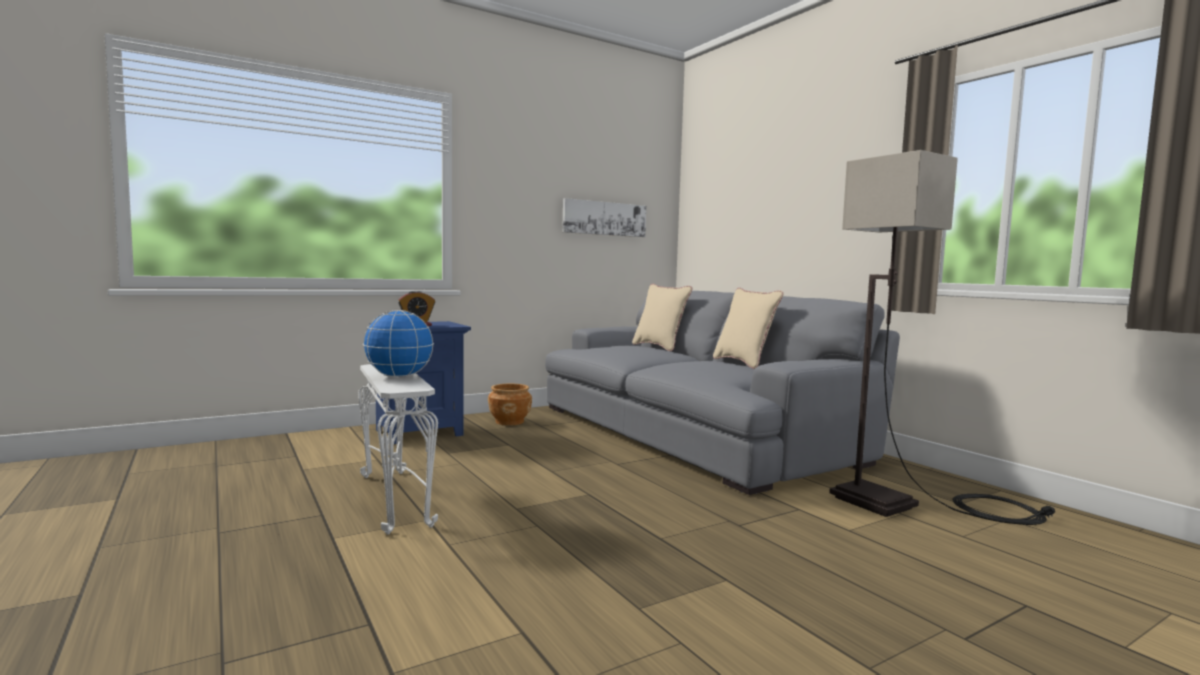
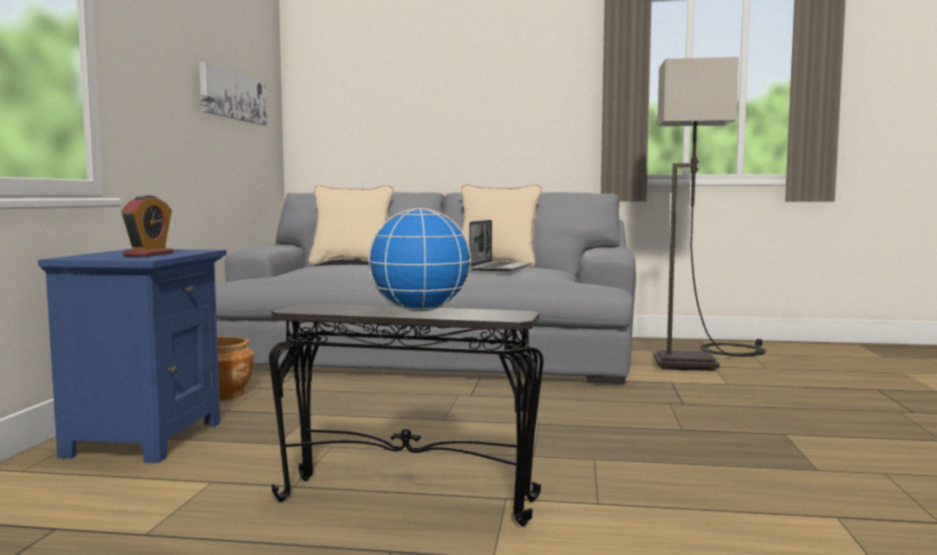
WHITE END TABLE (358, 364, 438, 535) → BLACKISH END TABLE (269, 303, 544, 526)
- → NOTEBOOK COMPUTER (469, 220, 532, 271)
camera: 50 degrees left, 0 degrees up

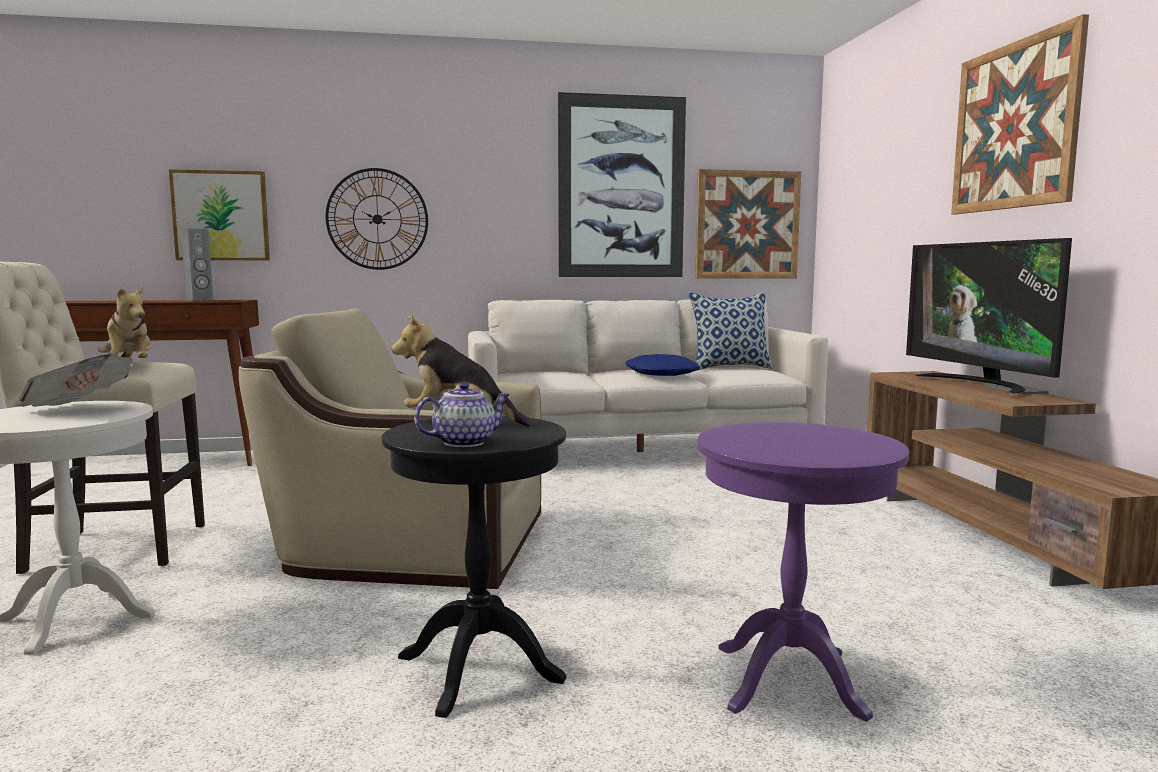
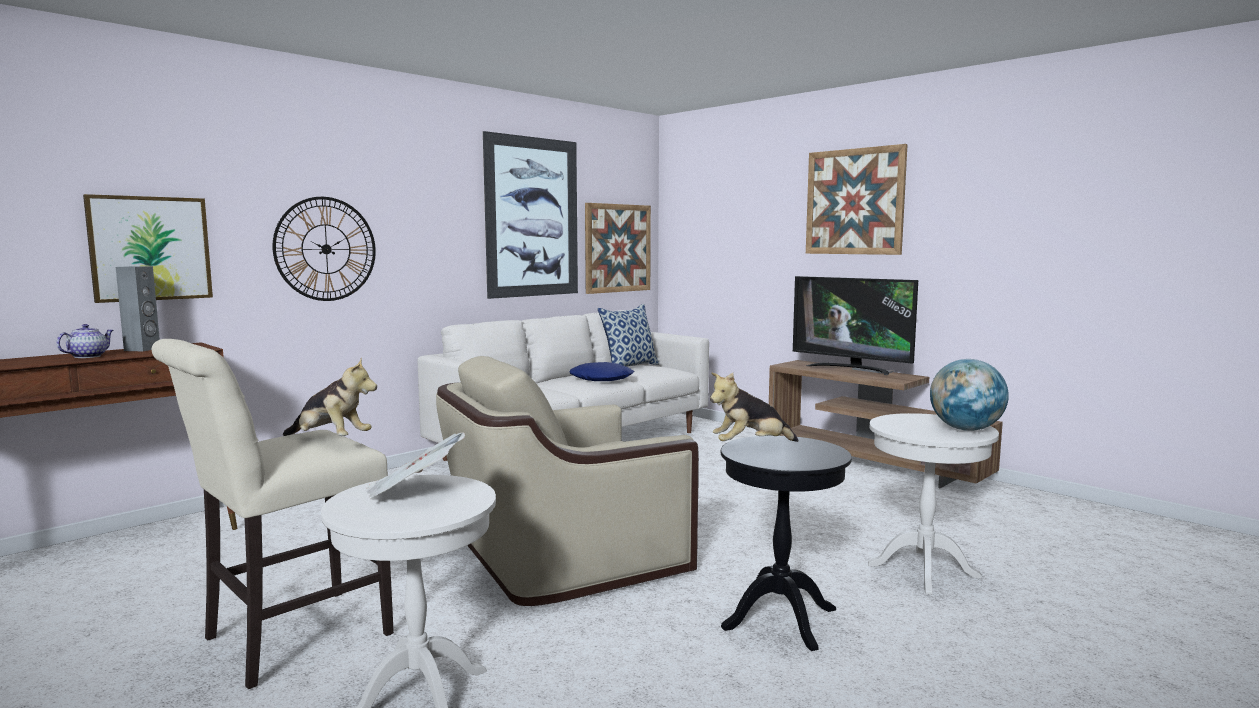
TEAPOT (414, 382, 510, 447) → TEAPOT (56, 324, 113, 358), shifted
PURPLE-COLOURED END TABLE (698, 422, 909, 722) → WHITE END TABLE (868, 413, 999, 595)
- → GLOBE (930, 359, 1009, 431)
camera: 35 degrees left, 0 degrees up

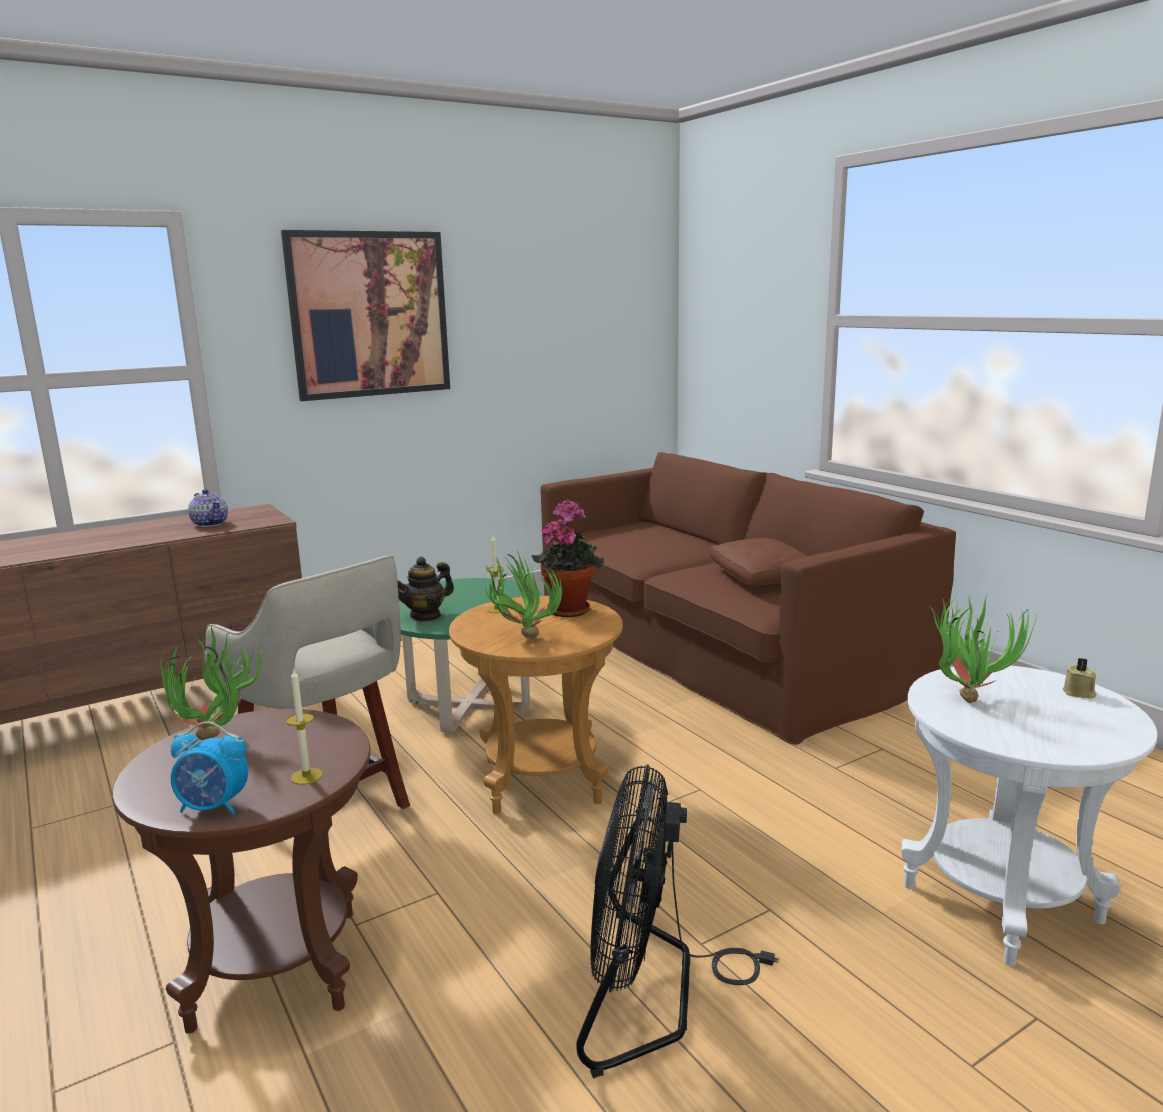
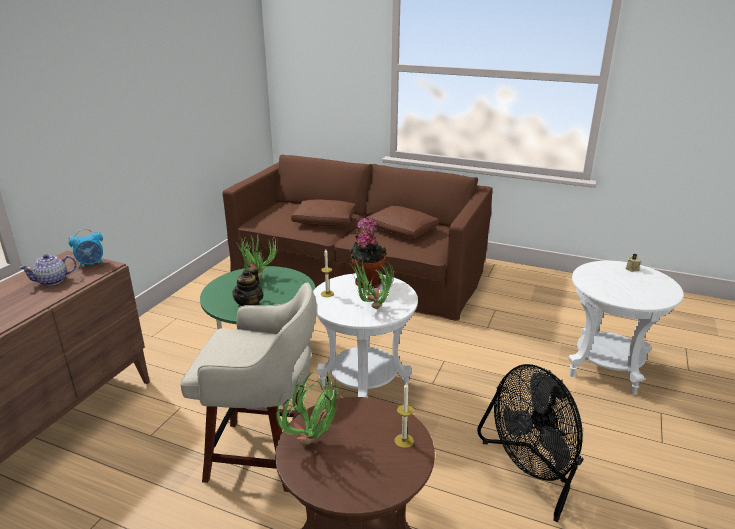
PICTURE (281, 230, 450, 401) → -
TEAPOT (188, 489, 228, 527) → TEAPOT (19, 254, 76, 286), 135 degrees clockwise
HOUSEPLANT (929, 592, 1037, 703) → HOUSEPLANT (237, 234, 278, 280), shifted
BROWN END TABLE (449, 596, 623, 815) → WHITE END TABLE (313, 273, 418, 397)
ALARM CLOCK (171, 721, 248, 815) → ALARM CLOCK (69, 229, 104, 269), shifted
- → BROWN PILLOW (291, 199, 356, 226)
camera: 35 degrees left, 10 degrees up

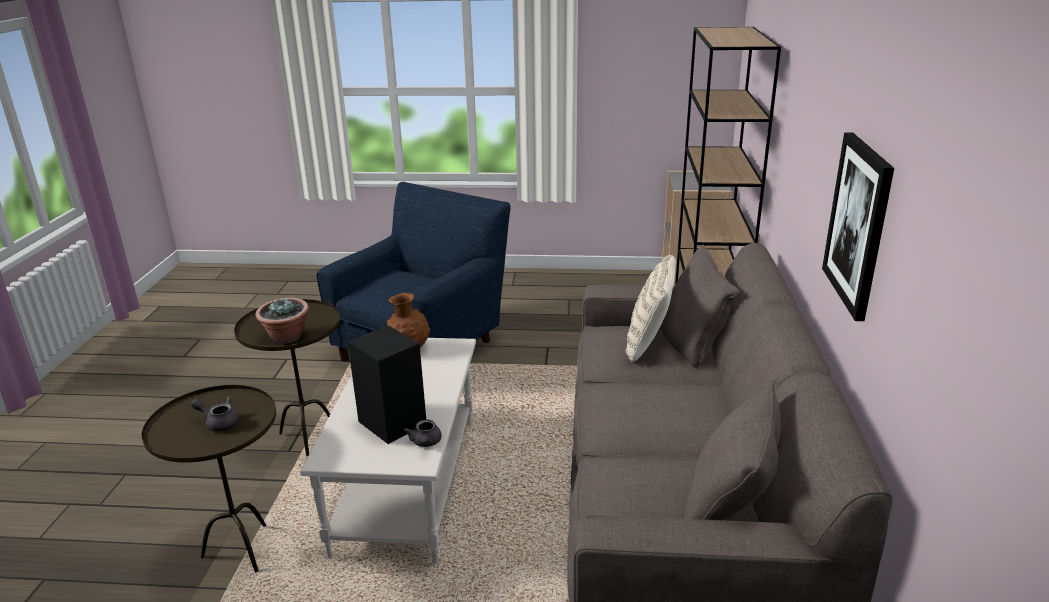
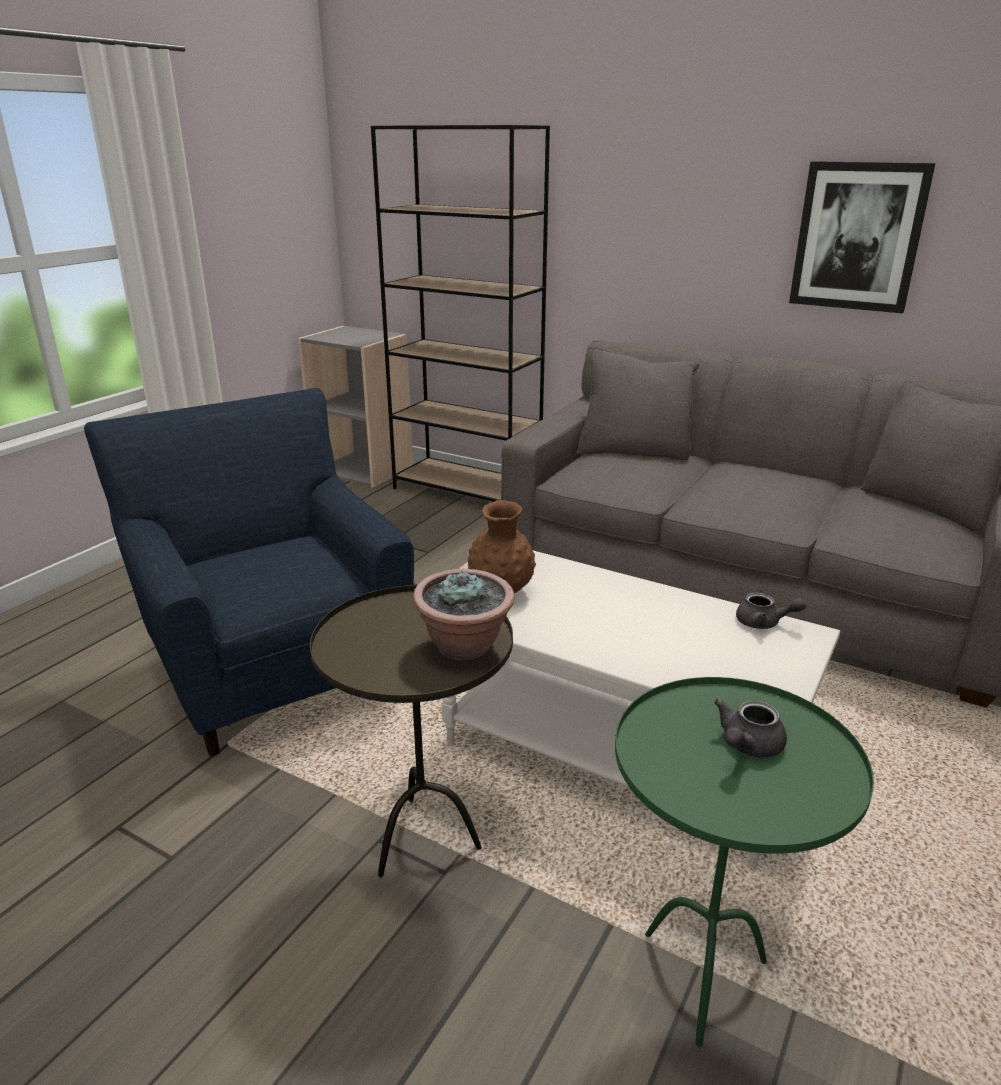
BEIGE PILLOW (625, 255, 676, 362) → -
BLACKISH LOUDSPEAKER (348, 325, 426, 444) → -
BROWN END TABLE (142, 385, 276, 572) → GREENISH END TABLE (615, 677, 874, 1047)
camera: 65 degrees left, 0 degrees up

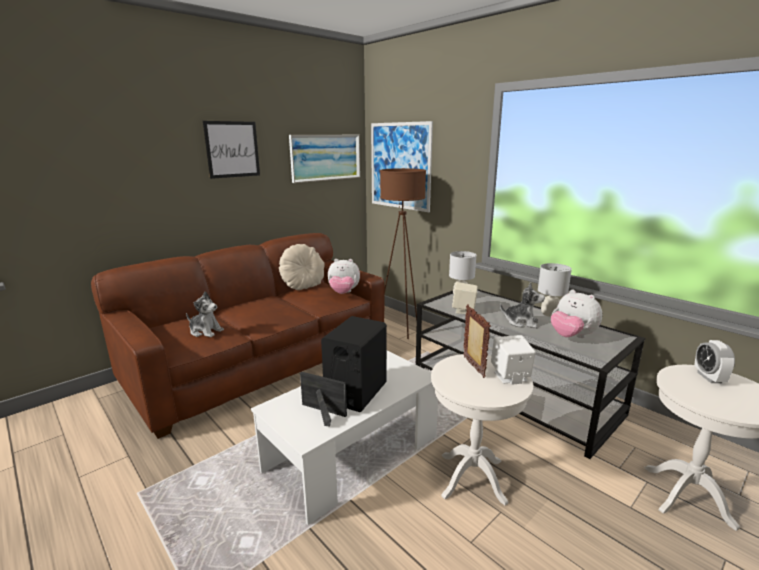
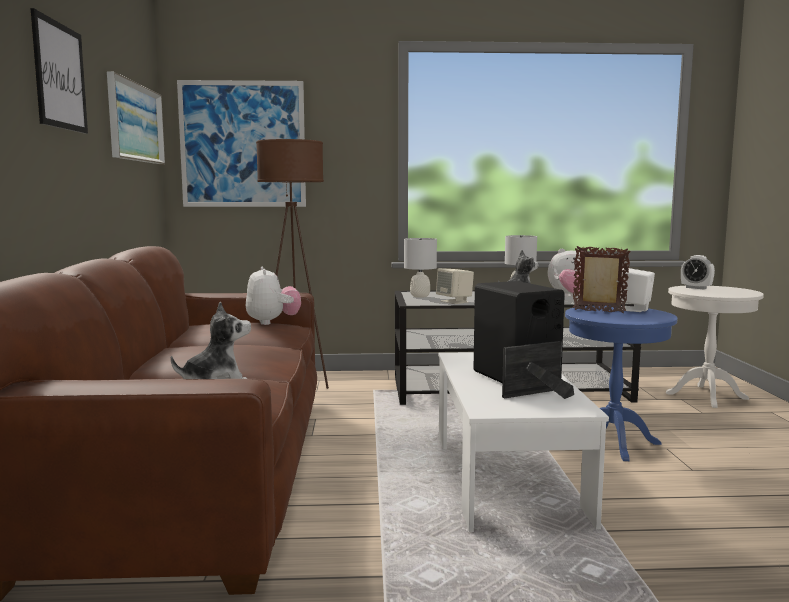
BEIGE PILLOW (279, 244, 325, 290) → -
PLUSH TOY (328, 259, 360, 294) → PLUSH TOY (246, 267, 301, 325), 60 degrees counterclockwise
WHITE END TABLE (431, 354, 534, 506) → BLUE-COLOURED END TABLE (565, 305, 678, 461)
camera: 50 degrees left, 10 degrees down

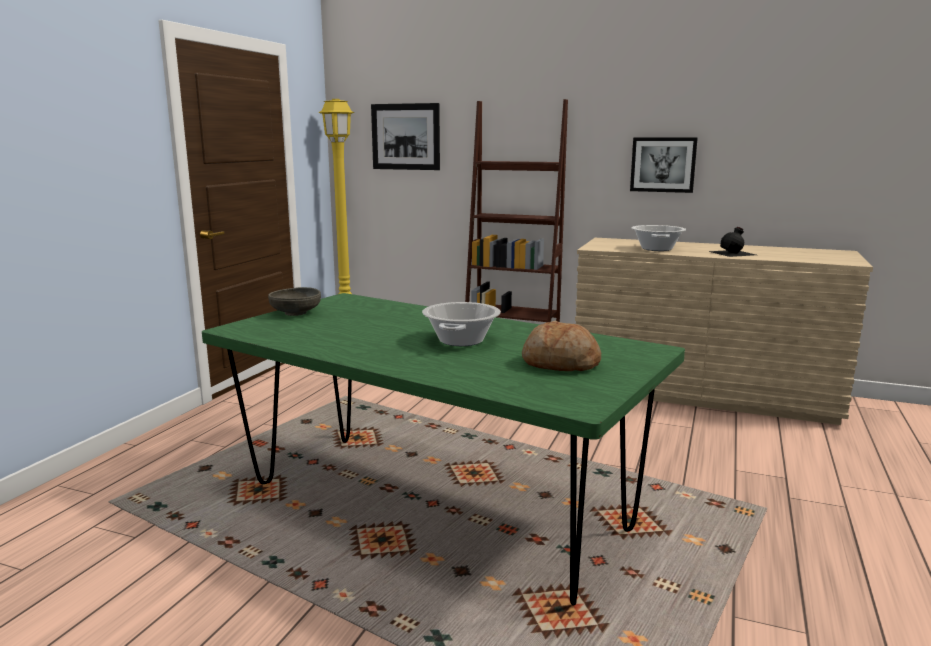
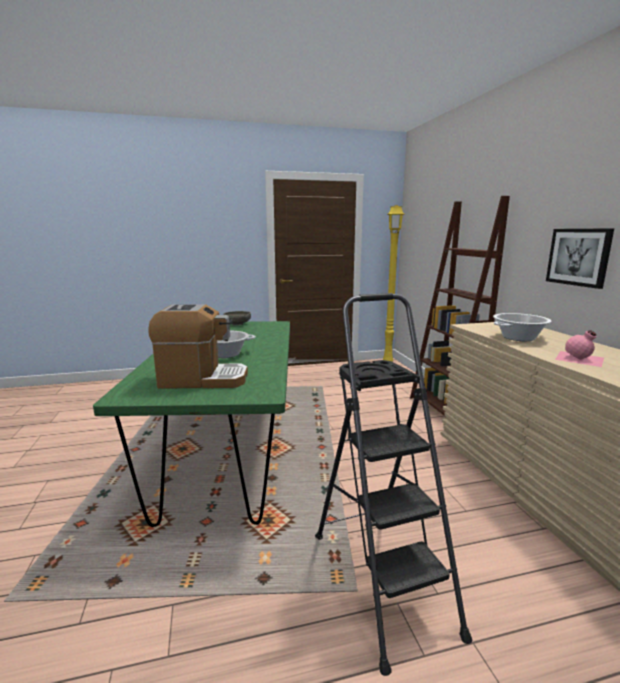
PICTURE (371, 103, 440, 170) → -
BLACKISH BOTTLE (708, 227, 756, 257) → PINK-COLOURED BOTTLE (555, 330, 604, 367)
BREAD (522, 320, 601, 371) → COFFEE MAKER (148, 304, 248, 389)
- → STEP STOOL (315, 293, 472, 676)
camera: 55 degrees right, 0 degrees up

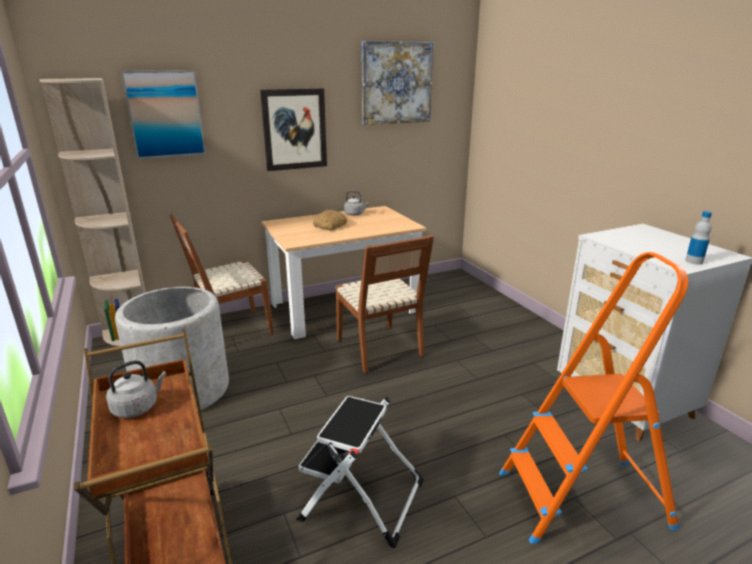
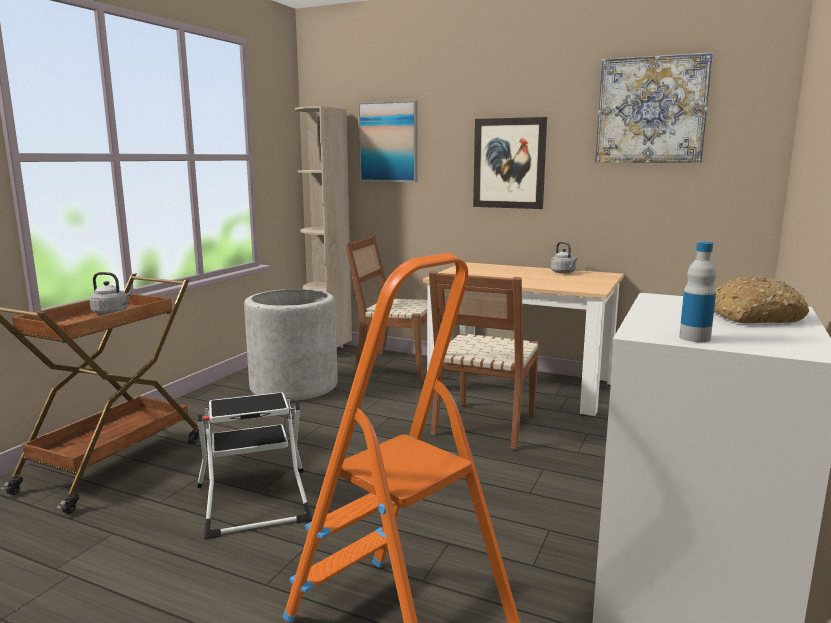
BREAD (313, 210, 348, 230) → BREAD (714, 276, 809, 323), shifted
camera: 50 degrees right, 10 degrees down

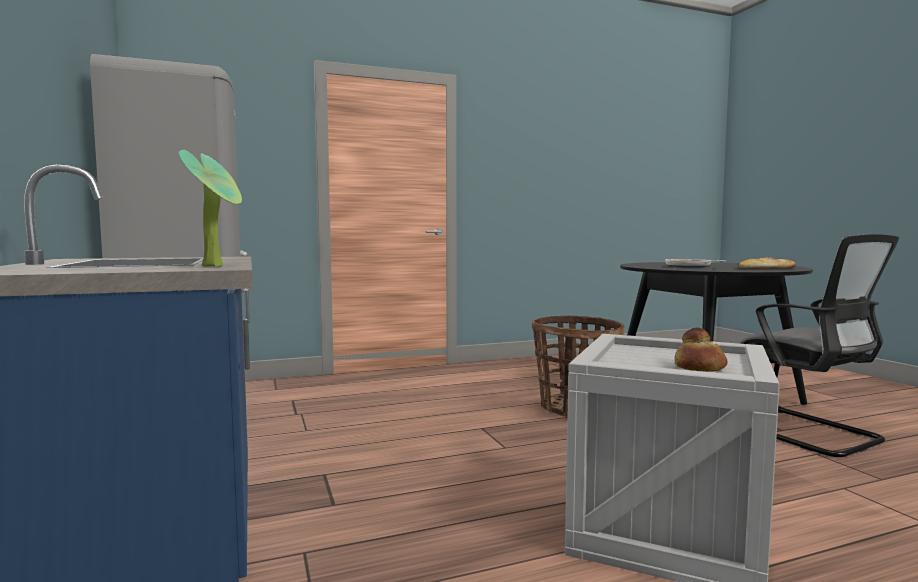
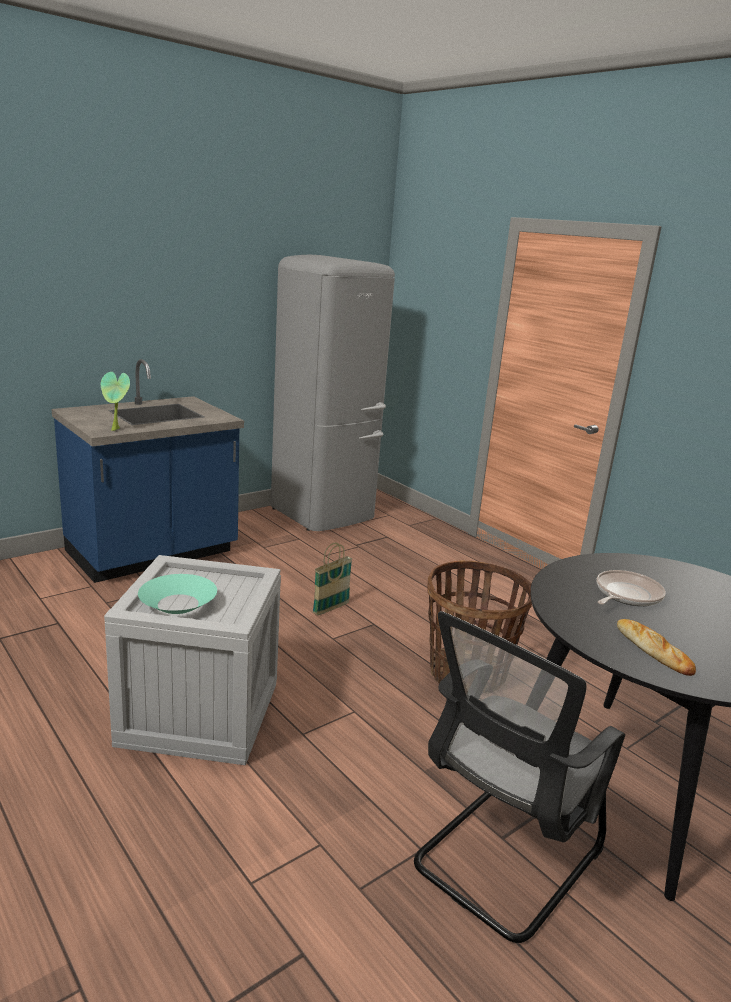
BREAD (674, 328, 728, 372) → TURQUOISE-COLOURED SERVING BOWL (138, 574, 217, 614)
- → STORAGE BASKET (313, 542, 352, 615)
camera: 70 degrees right, 15 degrees up

